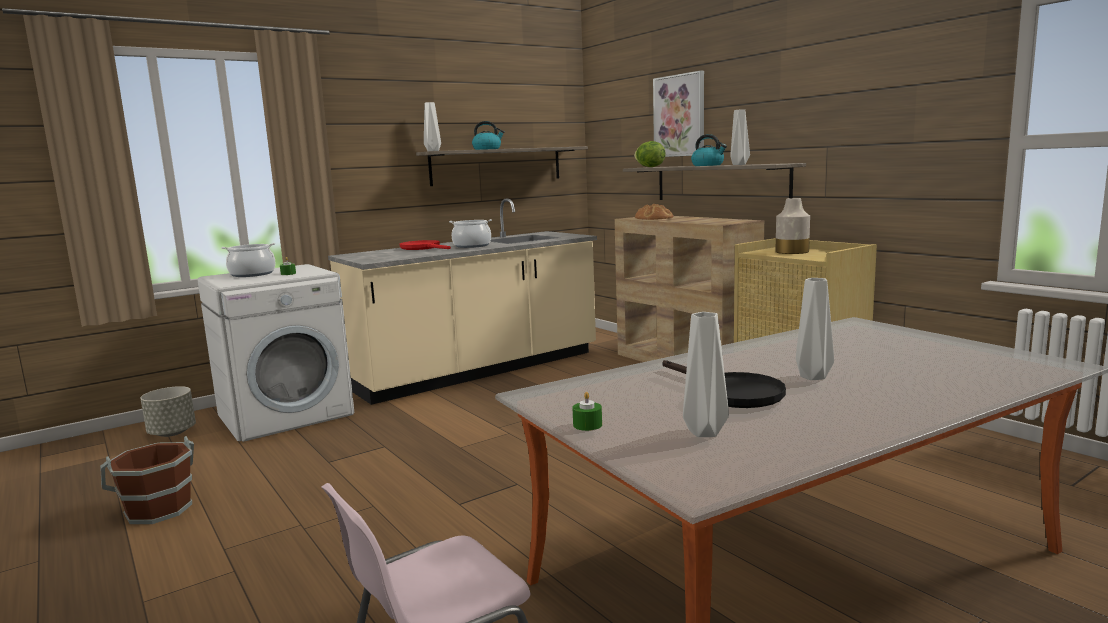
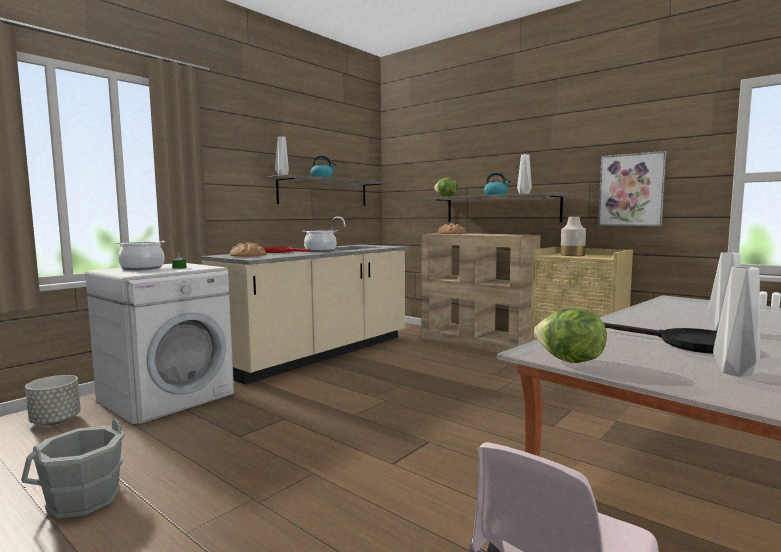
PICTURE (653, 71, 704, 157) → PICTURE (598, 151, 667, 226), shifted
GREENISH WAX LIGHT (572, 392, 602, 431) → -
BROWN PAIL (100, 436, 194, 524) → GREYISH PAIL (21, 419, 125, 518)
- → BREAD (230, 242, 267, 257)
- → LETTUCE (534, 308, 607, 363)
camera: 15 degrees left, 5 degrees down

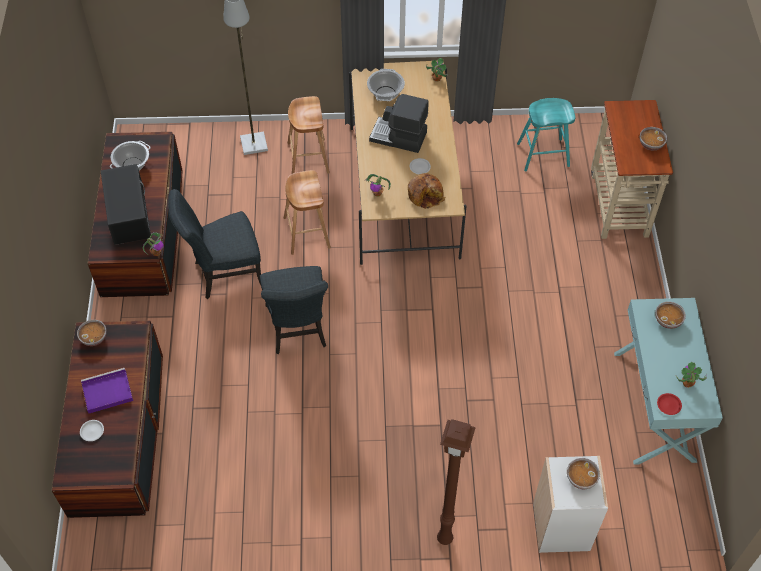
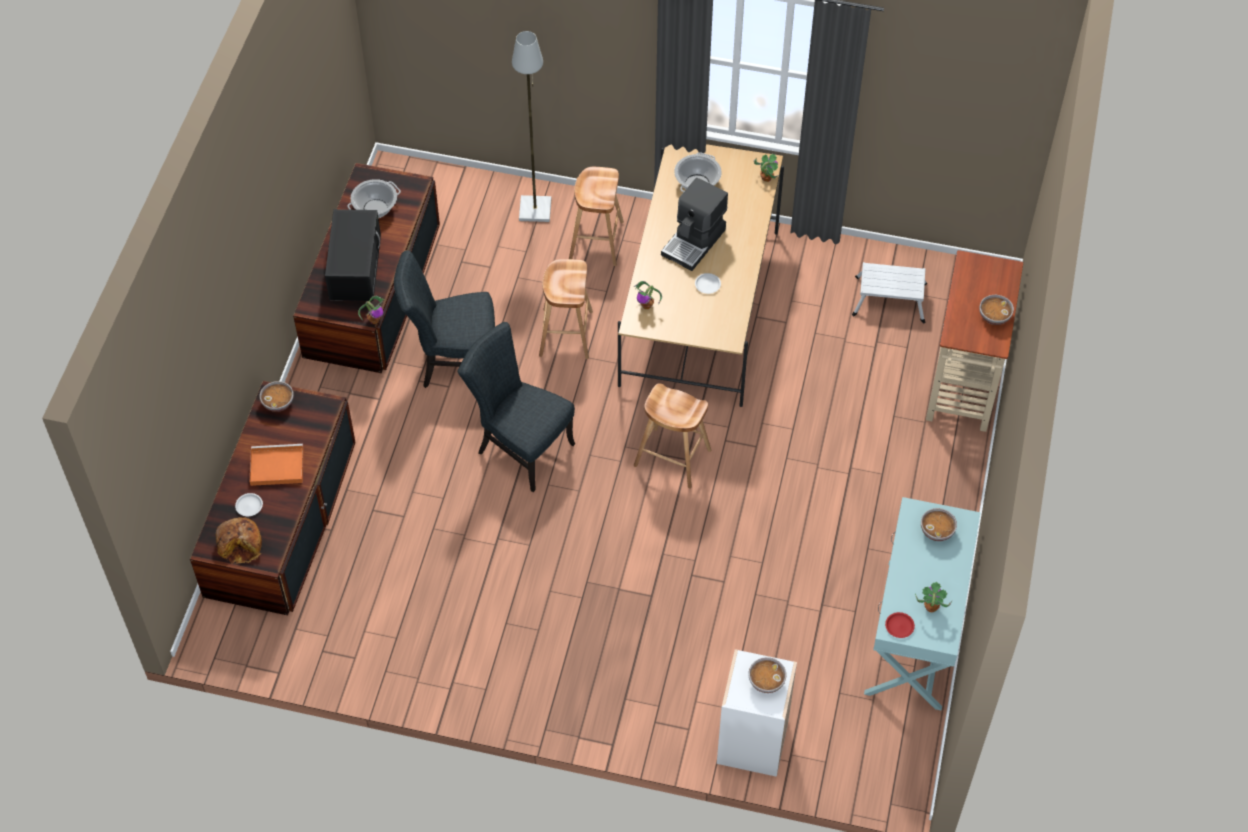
COFFEE MAKER (369, 94, 429, 153) → COFFEE MAKER (661, 177, 728, 271), 90 degrees counterclockwise
TURQUOISE-COLOURED SITTING STOOL (517, 98, 575, 172) → WHITE STEP STOOL (852, 262, 928, 324)
BREAD (408, 173, 446, 209) → BREAD (216, 517, 262, 564), shifted
GREYISH PLAIN CHAIR (259, 266, 328, 354) → GREYISH PLAIN CHAIR (457, 322, 575, 492), 120 degrees clockwise
PURPLE-COLOURED TRAY (81, 368, 133, 413) → ORANGE TRAY (250, 444, 304, 486)
BROWN FLOOR LAMP (437, 419, 476, 545) → -
- → BROWN SITTING STOOL (634, 383, 711, 489)
camera: 15 degrees right, 0 degrees up

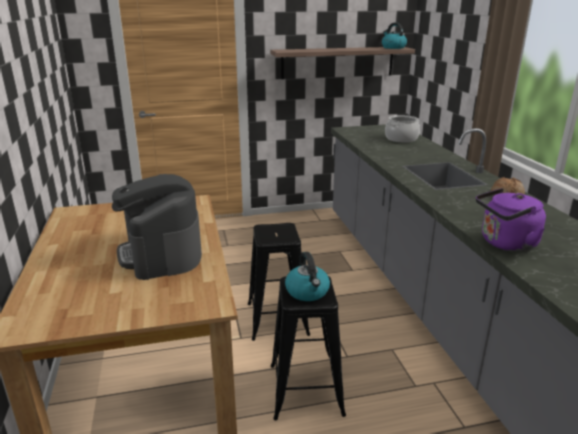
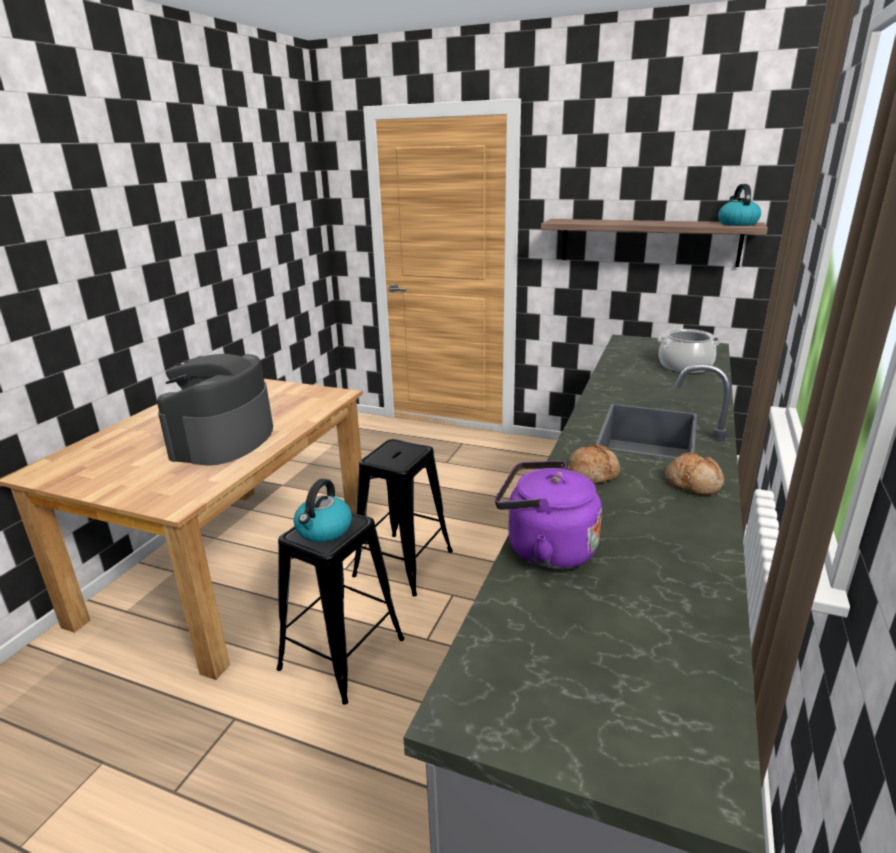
- → BREAD (568, 444, 620, 484)
camera: 35 degrees right, 0 degrees up

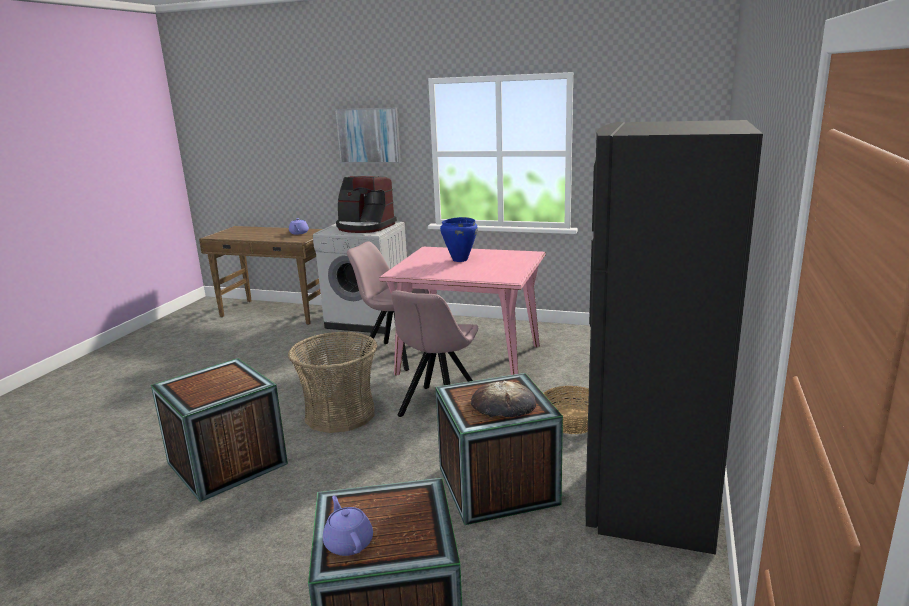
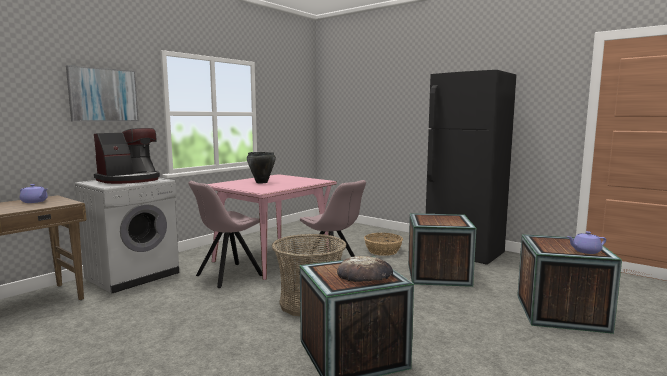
BLUE-COLOURED COOKING POT (440, 217, 478, 262) → BLACKISH COOKING POT (247, 152, 276, 183)
BREAD (471, 381, 536, 417) → BREAD (337, 256, 393, 282), shifted
camera: 70 degrees left, 10 degrees down

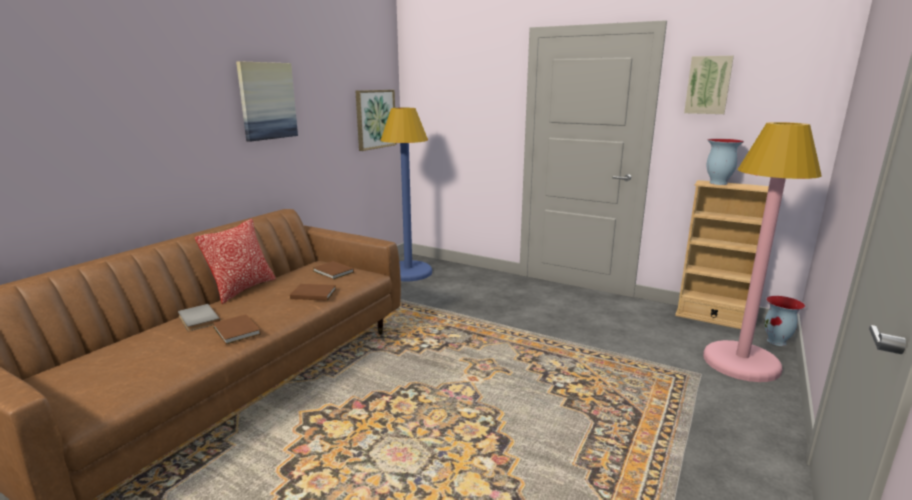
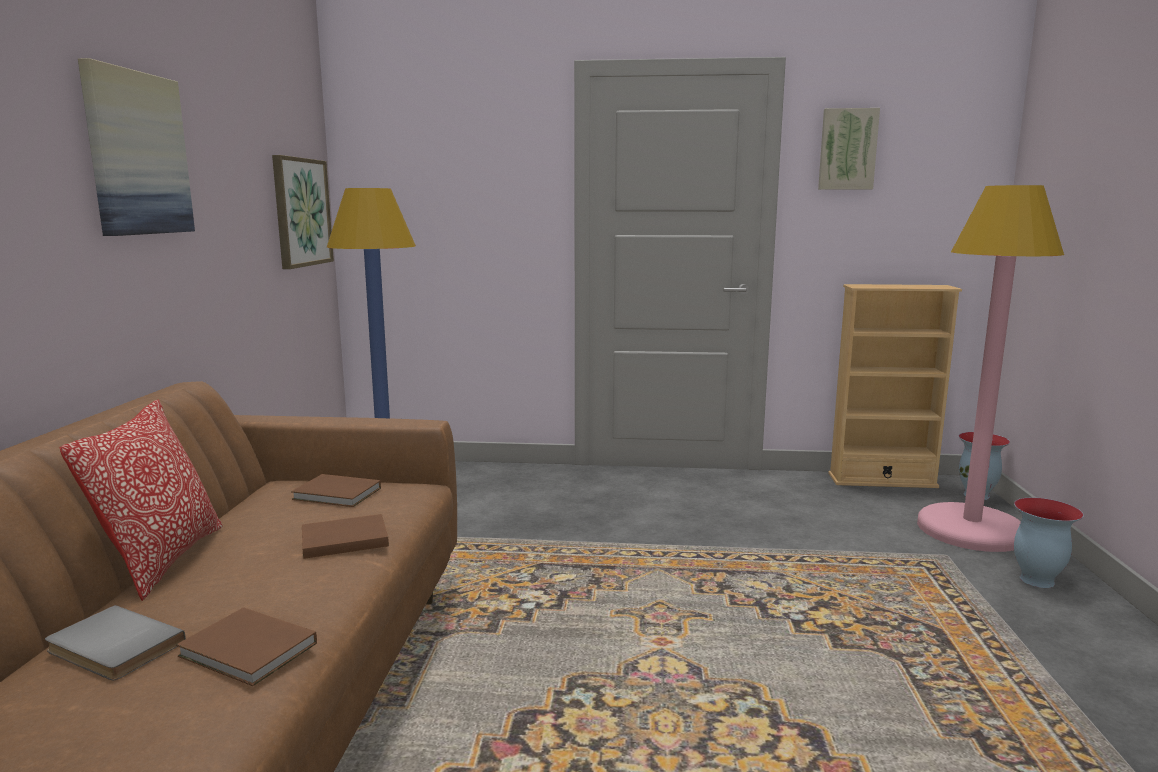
FLOWER VASE (707, 139, 744, 185) → FLOWER VASE (1014, 498, 1084, 588), shifted
camera: 25 degrees left, 5 degrees down

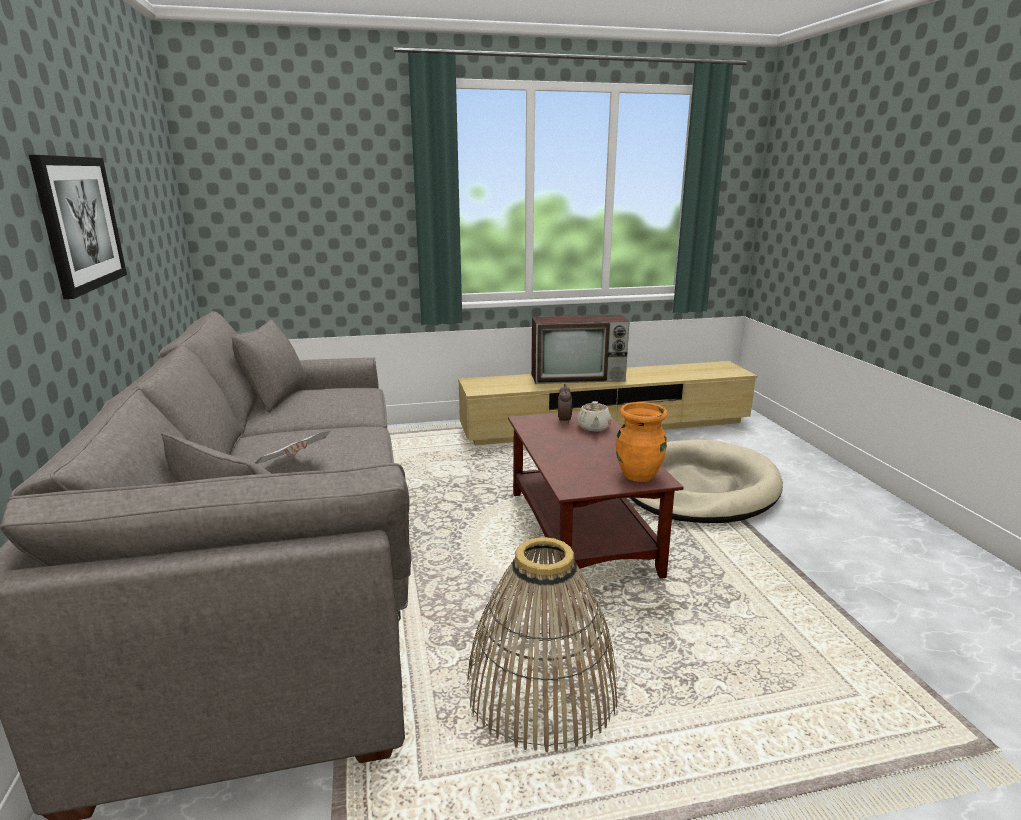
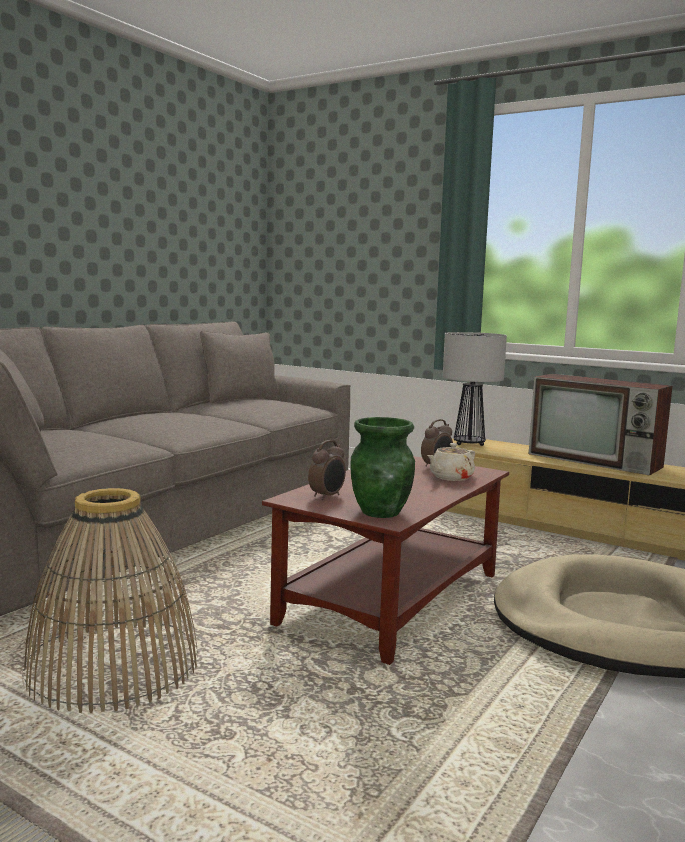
PICTURE (29, 155, 127, 299) → -
ORANGE FLOWER VASE (616, 402, 668, 482) → GREENISH FLOWER VASE (350, 417, 415, 518)
DAILY PAPER (254, 431, 331, 464) → -
- → TABLE LAMP (443, 332, 507, 446)
- → ALARM CLOCK (308, 440, 346, 500)
camera: 45 degrees right, 10 degrees down

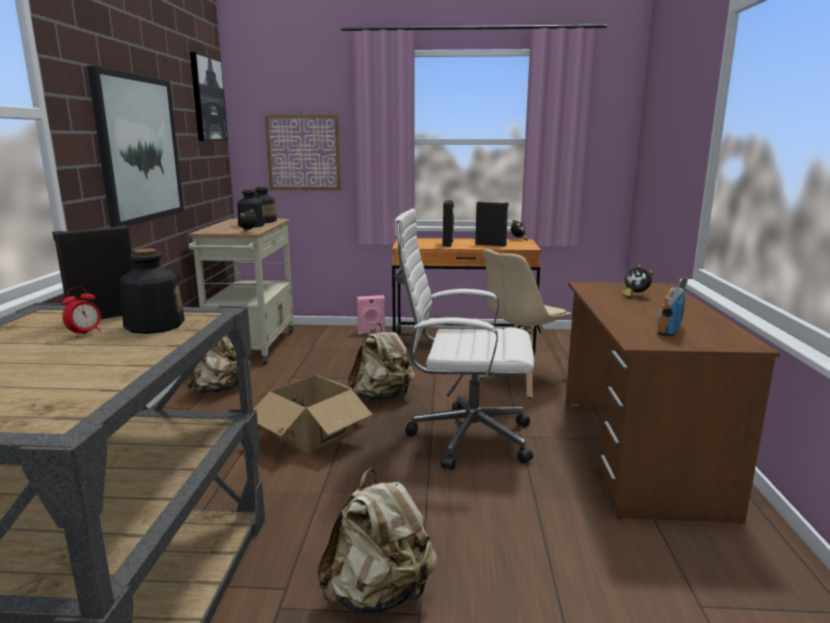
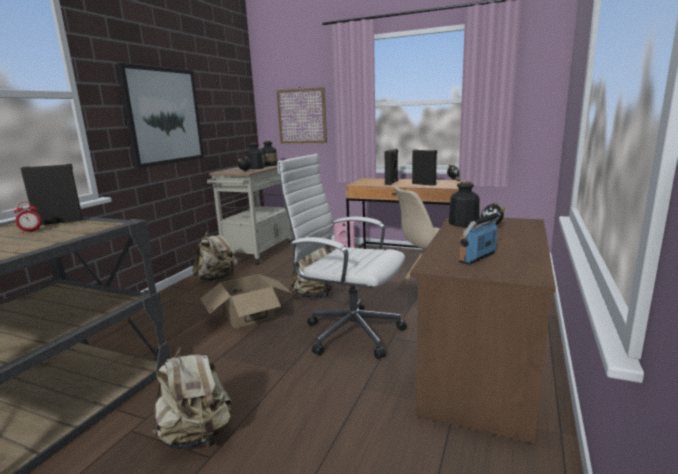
PICTURE (190, 52, 228, 141) → -
BOTTLE (120, 248, 185, 334) → BOTTLE (449, 181, 480, 227), shifted
camera: 20 degrees right, 0 degrees up

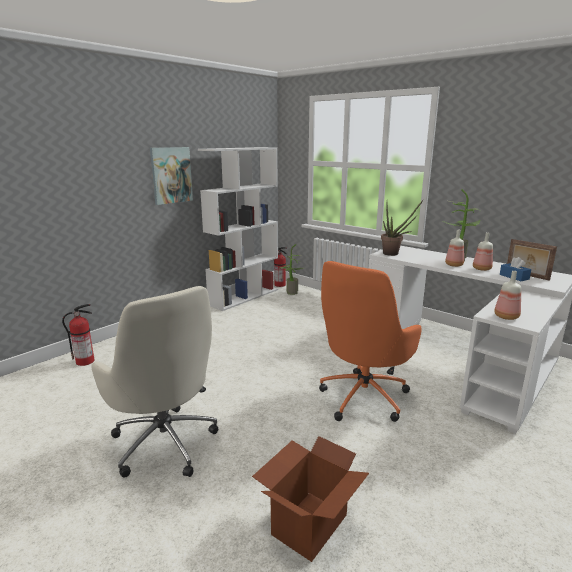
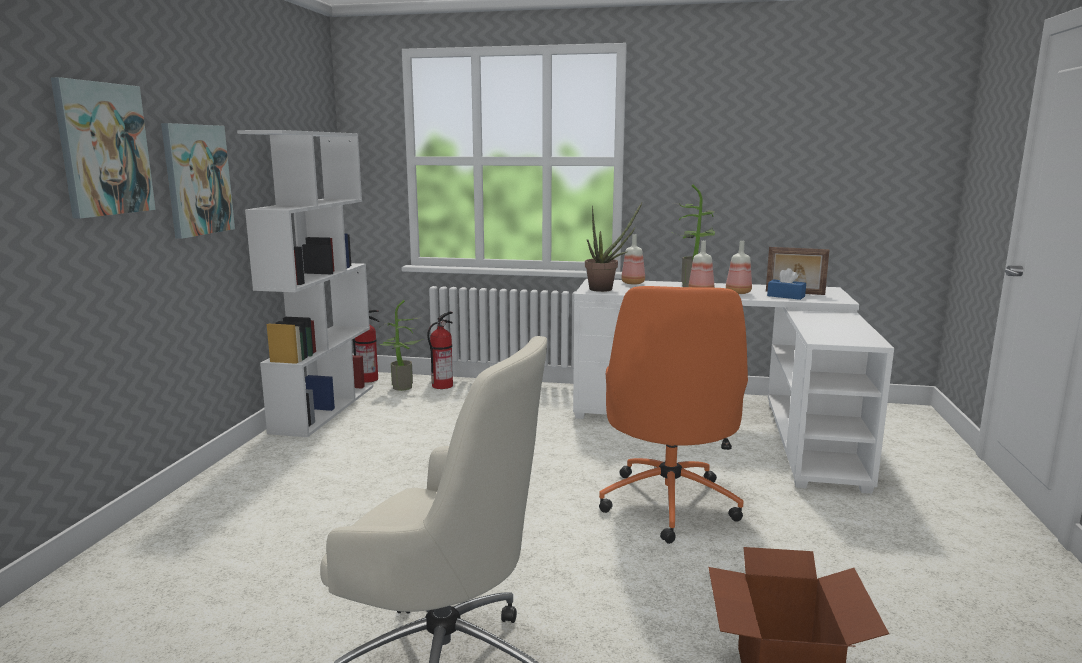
BOTTLE (494, 271, 521, 320) → BOTTLE (621, 235, 645, 284), shifted
EXTINGUISHER (62, 304, 95, 366) → EXTINGUISHER (427, 312, 453, 389), shifted
- → PICTURE (51, 77, 156, 218)
camera: 30 degrees left, 5 degrees down

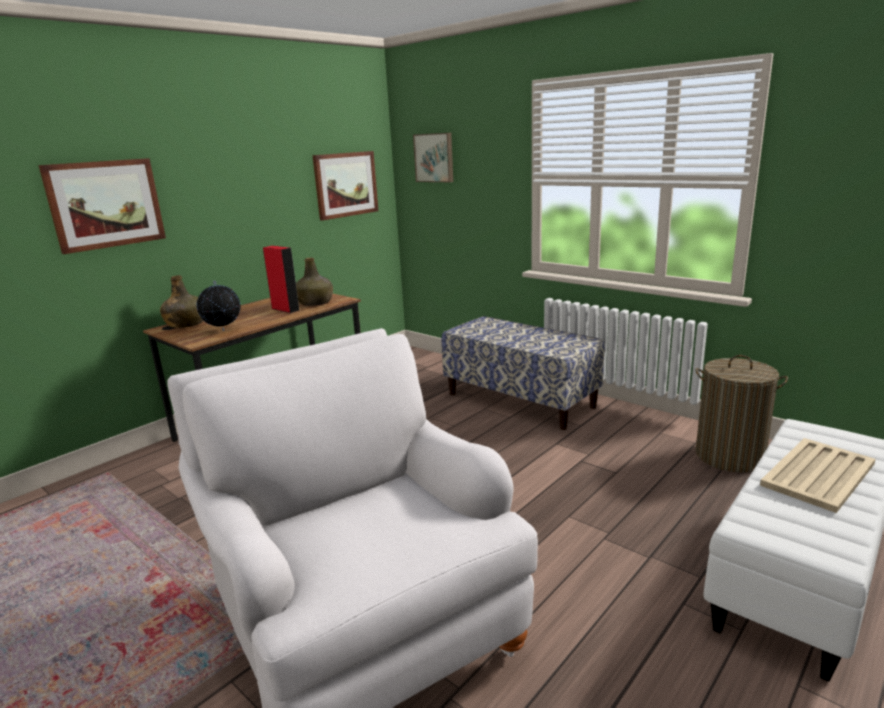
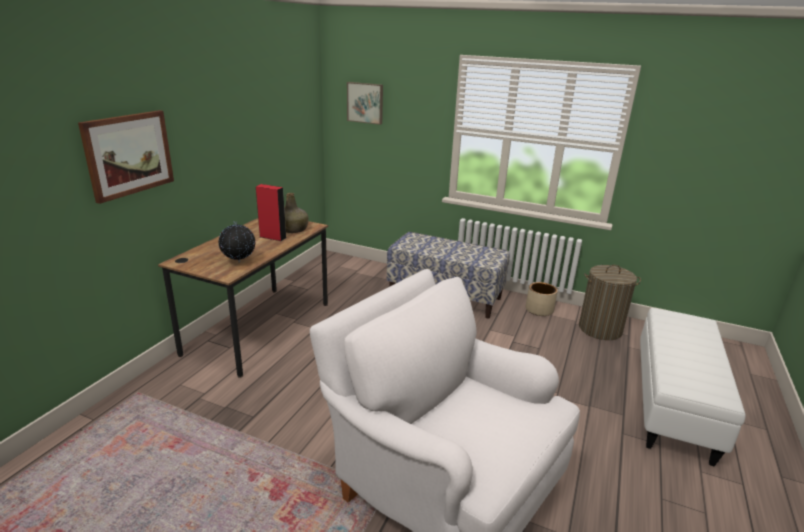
PICTURE (312, 151, 378, 221) → -
GREENISH BOTTLE (160, 275, 203, 328) → -
BEIGE TRAY (760, 438, 876, 513) → -
- → BEIGE PLANTER (526, 282, 558, 316)
camera: 20 degrees left, 5 degrees up

